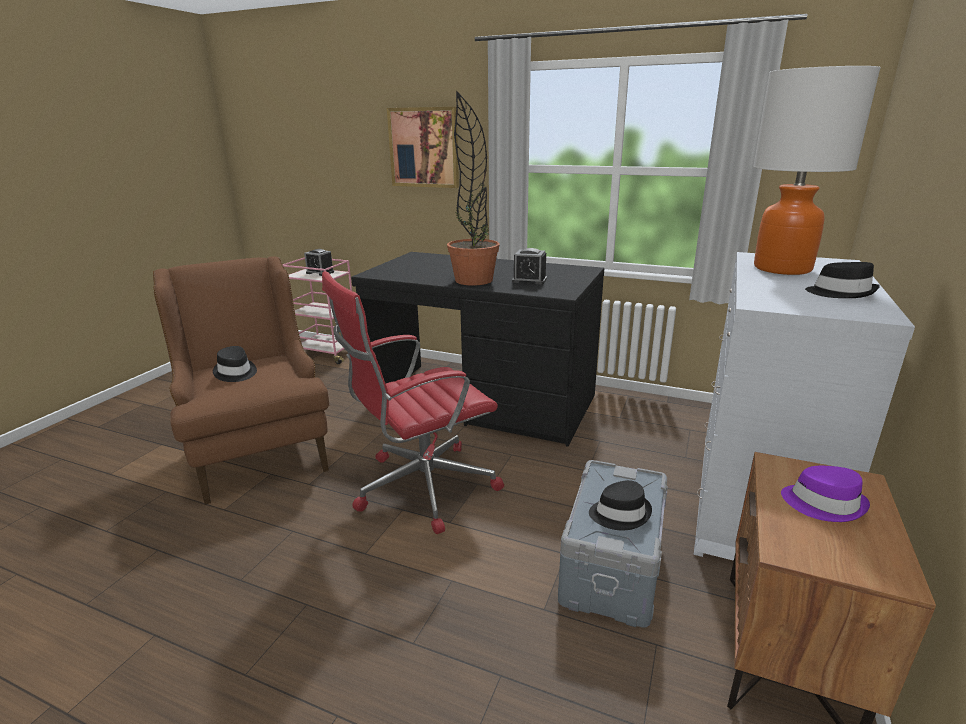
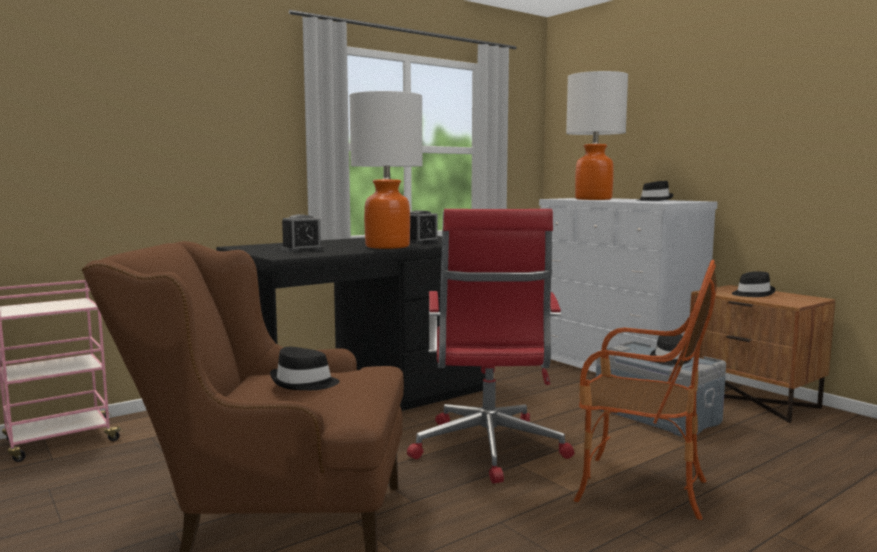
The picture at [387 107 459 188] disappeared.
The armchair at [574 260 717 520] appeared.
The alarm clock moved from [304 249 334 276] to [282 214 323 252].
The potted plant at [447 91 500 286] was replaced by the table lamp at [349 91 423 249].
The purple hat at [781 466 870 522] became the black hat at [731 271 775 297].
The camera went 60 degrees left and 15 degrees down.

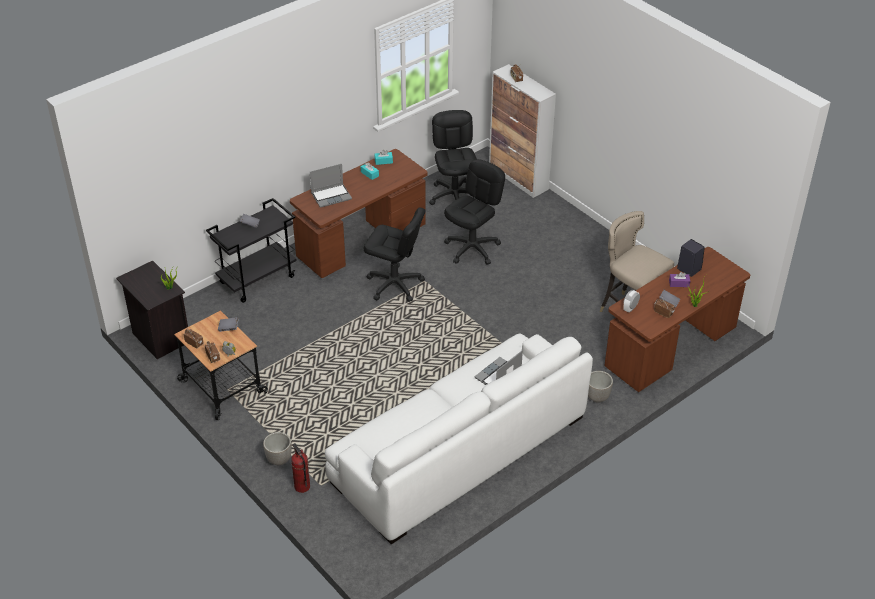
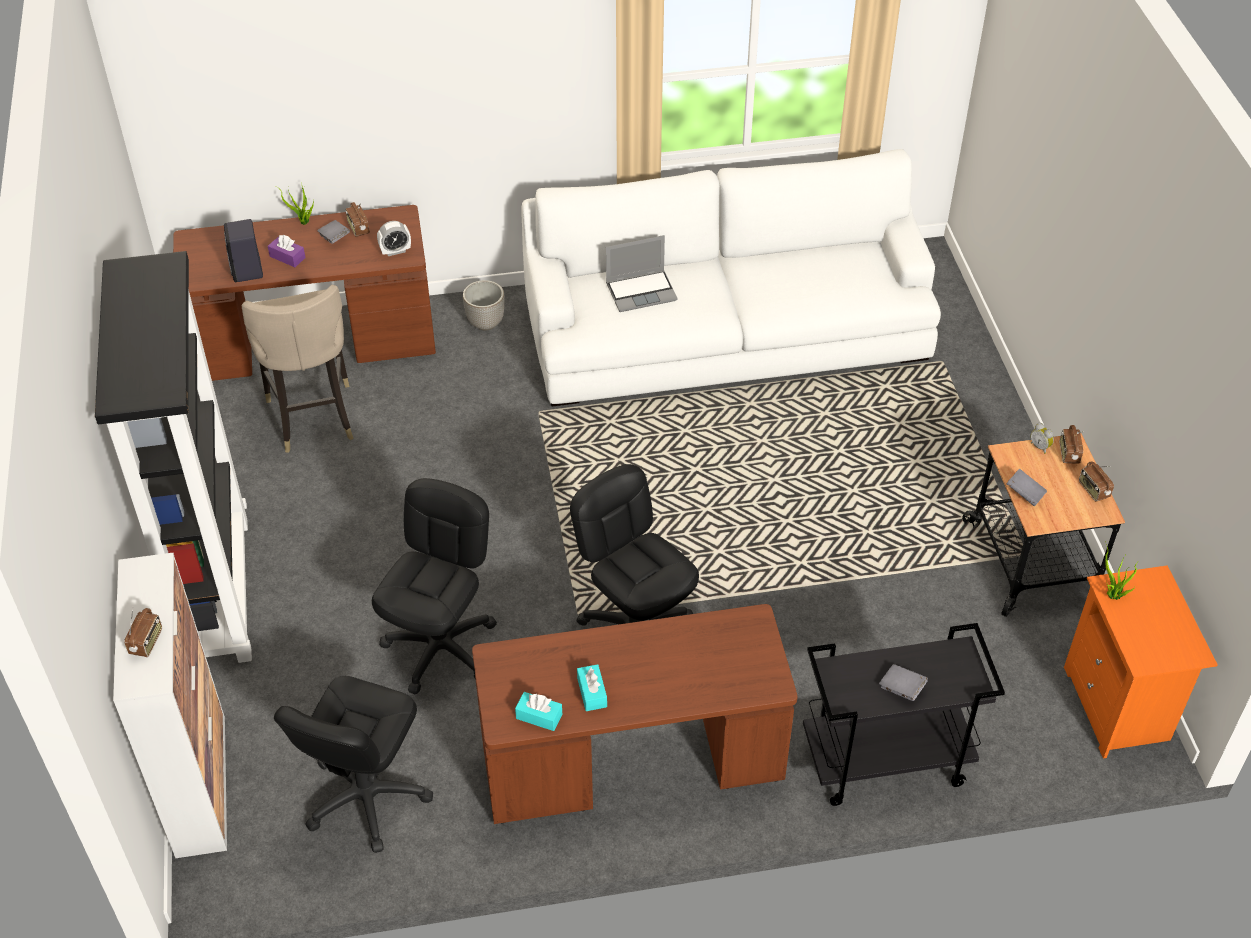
The planter at [263 432 292 465] disappeared.
The fire extinguisher at [291 443 310 493] disappeared.
The laptop at [310 164 352 208] disappeared.
The black bookcase at [95 251 252 663] appeared.
The black nightstand at [116 261 188 359] became the orange nightstand at [1064 565 1218 759].
The black office chair at [444 159 505 265] turned 135 degrees clockwise.
The camera went 150 degrees left and 5 degrees up.

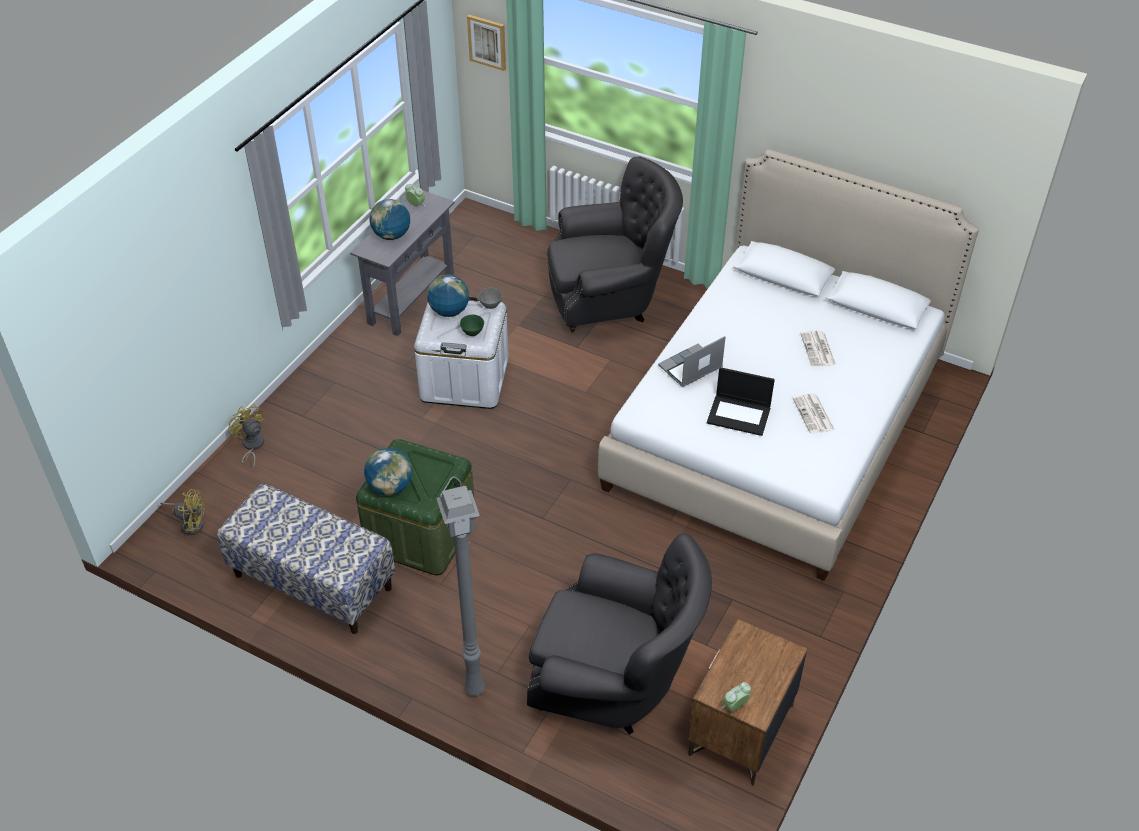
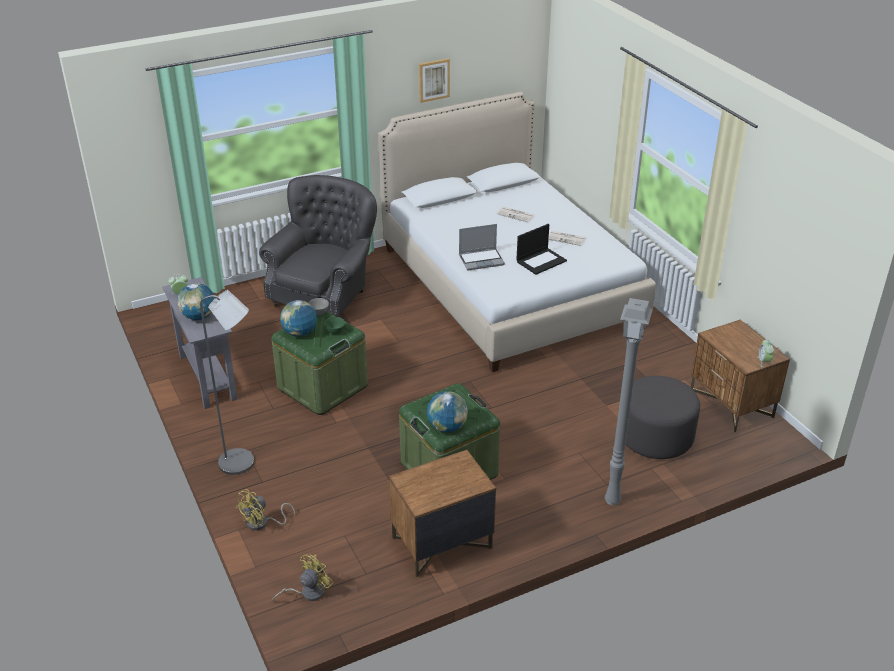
The grey floor lamp at [200 290 254 475] appeared.
The picture moved from [467 15 506 71] to [419 58 450 103].
The bench at [217 484 395 634] was replaced by the brown nightstand at [389 450 496 577].
The grey armchair at [527 534 712 735] was replaced by the grey ottoman at [625 376 700 459].
The white storage box at [414 297 509 409] became the green storage box at [271 311 368 415].
The yellow fan at [228 404 266 471] turned 45 degrees counterclockwise.
The laptop at [658 336 726 387] turned 105 degrees counterclockwise.
The camera went 55 degrees left and 10 degrees down.

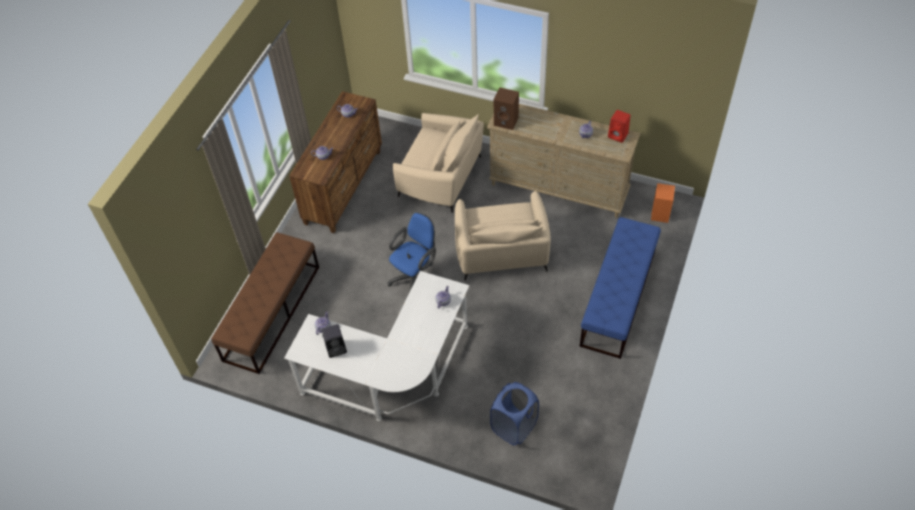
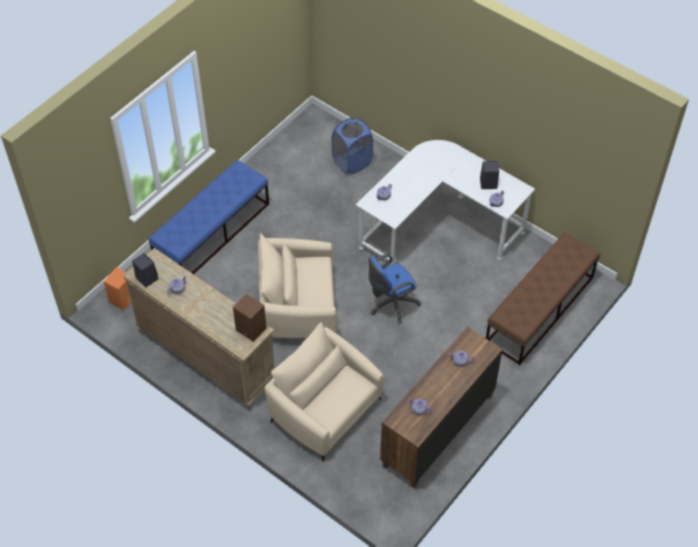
The red speaker at [608 110 631 143] became the black speaker at [132 253 158 287].
The beige armchair at [455 191 551 281] turned 105 degrees counterclockwise.
The camera went 165 degrees left and 0 degrees up.

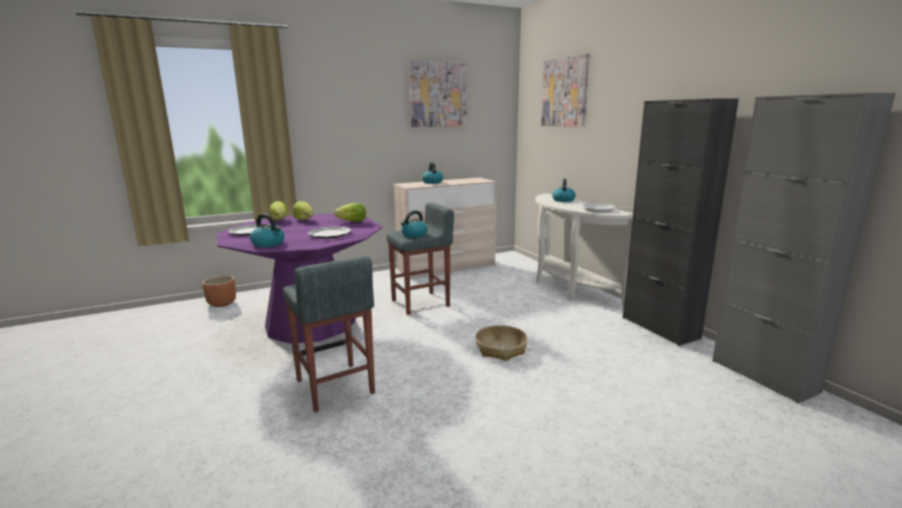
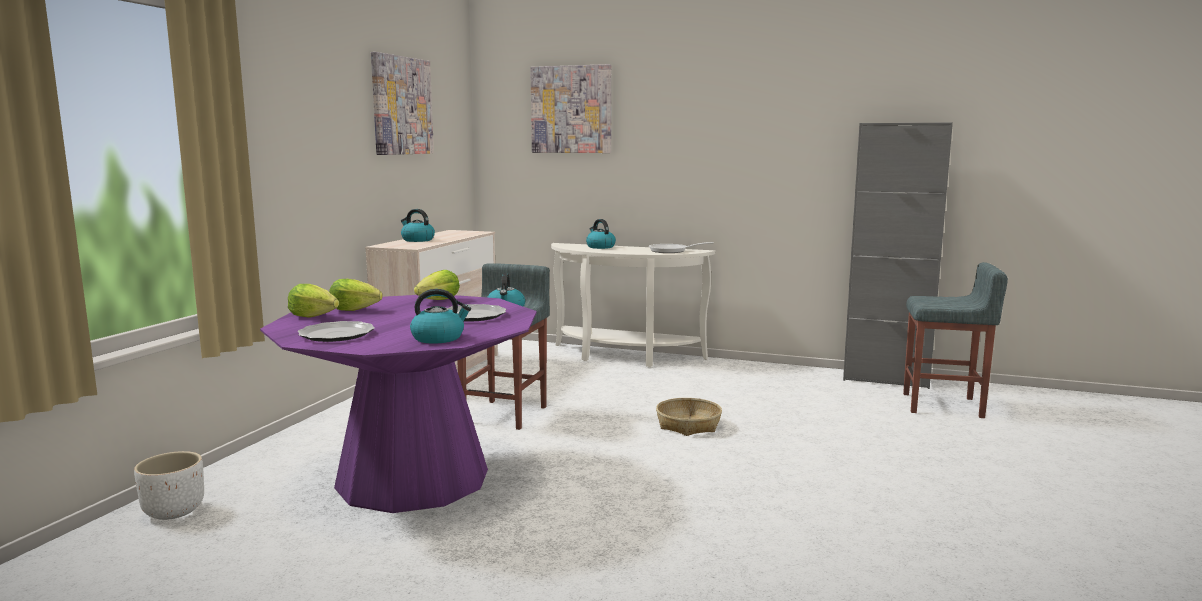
The black cabinet at [623 98 739 346] disappeared.
The grey stool moved from [283 256 375 413] to [903 262 1008 418].
The brown planter at [202 275 236 307] became the white planter at [134 451 204 520].
The camera went 45 degrees left and 5 degrees down.

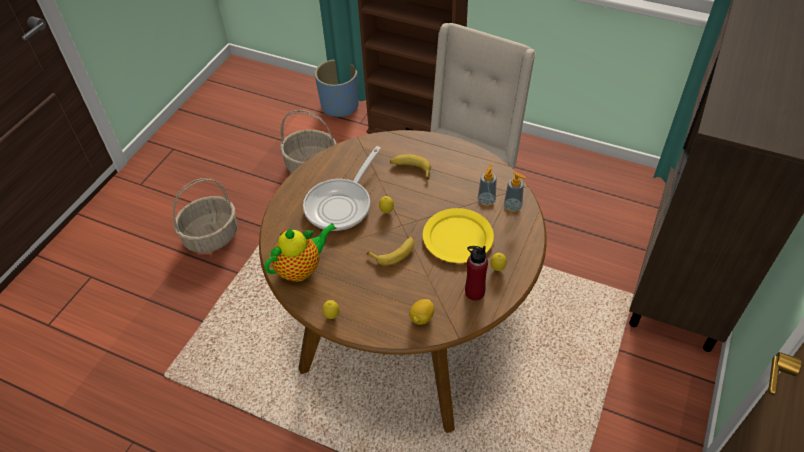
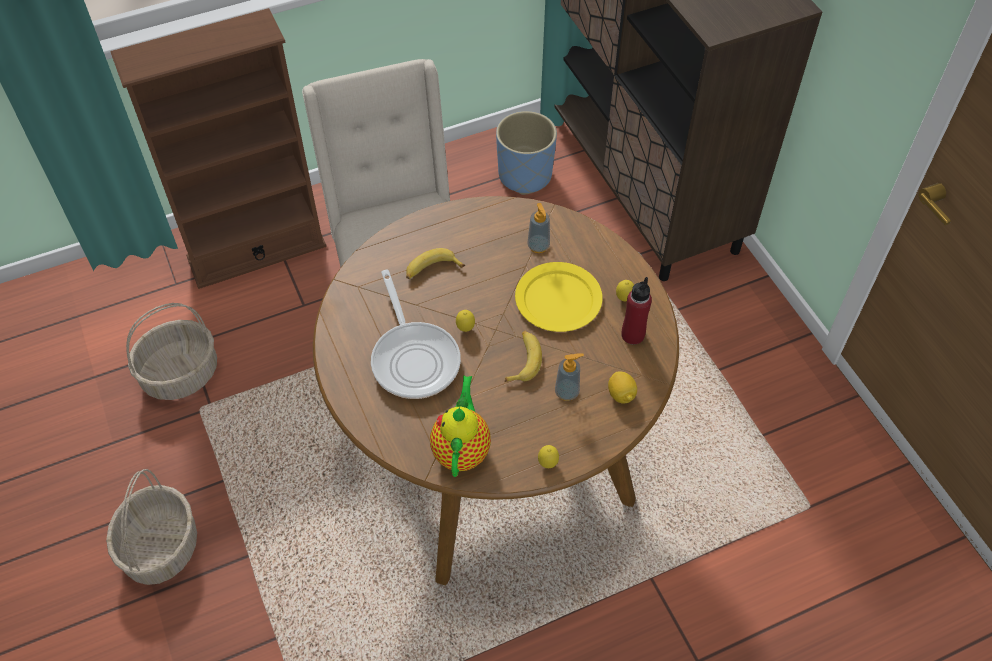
The blue planter moved from [315 59 359 117] to [496 111 557 195].
The soap dispenser moved from [504 171 526 213] to [555 353 584 401].
The camera went 50 degrees left and 5 degrees up.

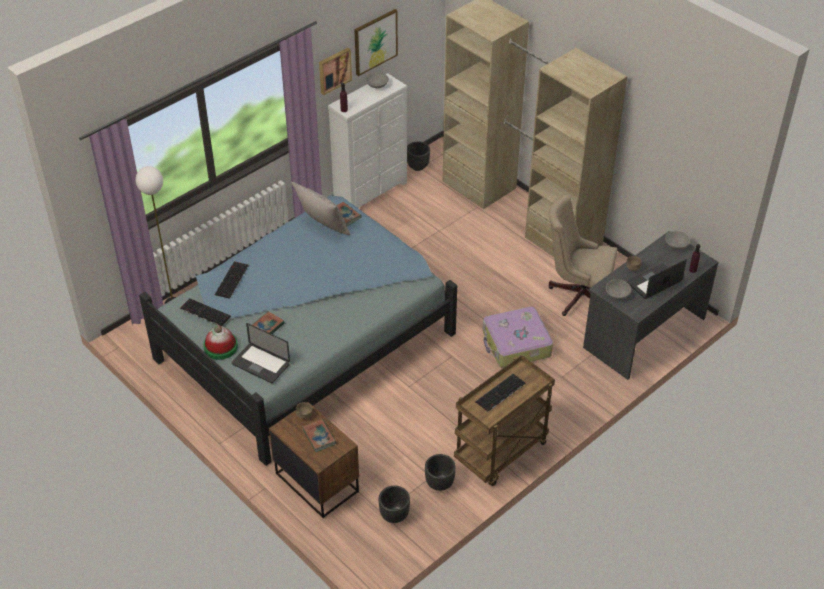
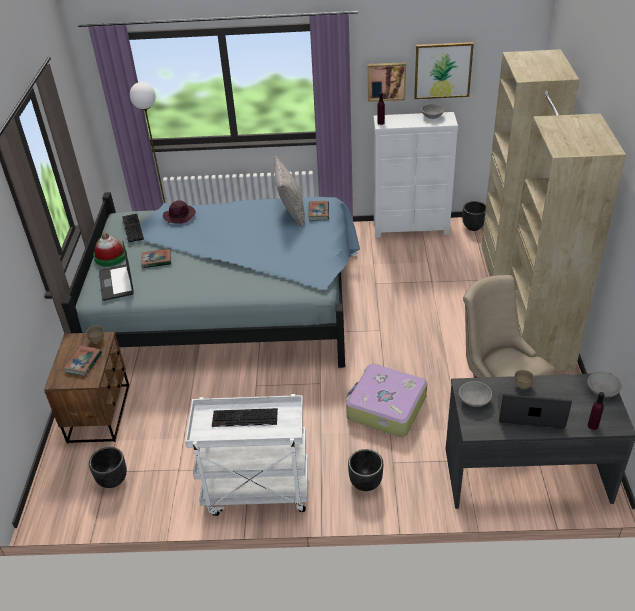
The black planter moved from [425 454 456 491] to [348 449 383 491].
The keyboard at [215 261 249 299] was replaced by the purple hat at [163 200 196 223].
The brown cart at [454 355 555 486] became the white cart at [185 394 308 516].
The camera went 45 degrees right and 5 degrees down.

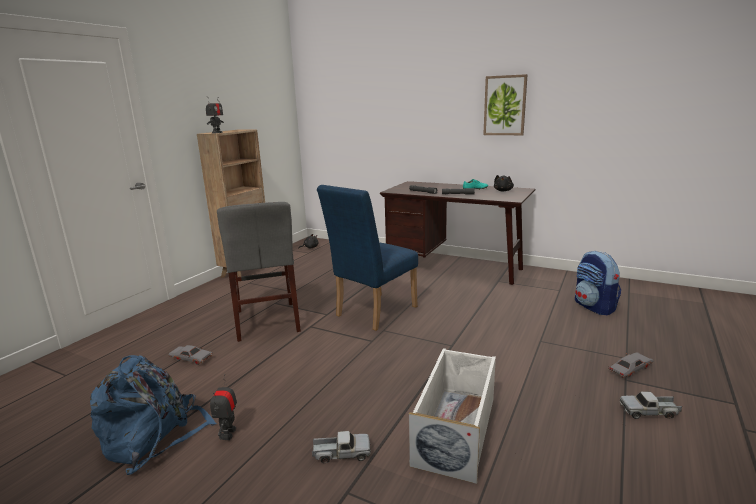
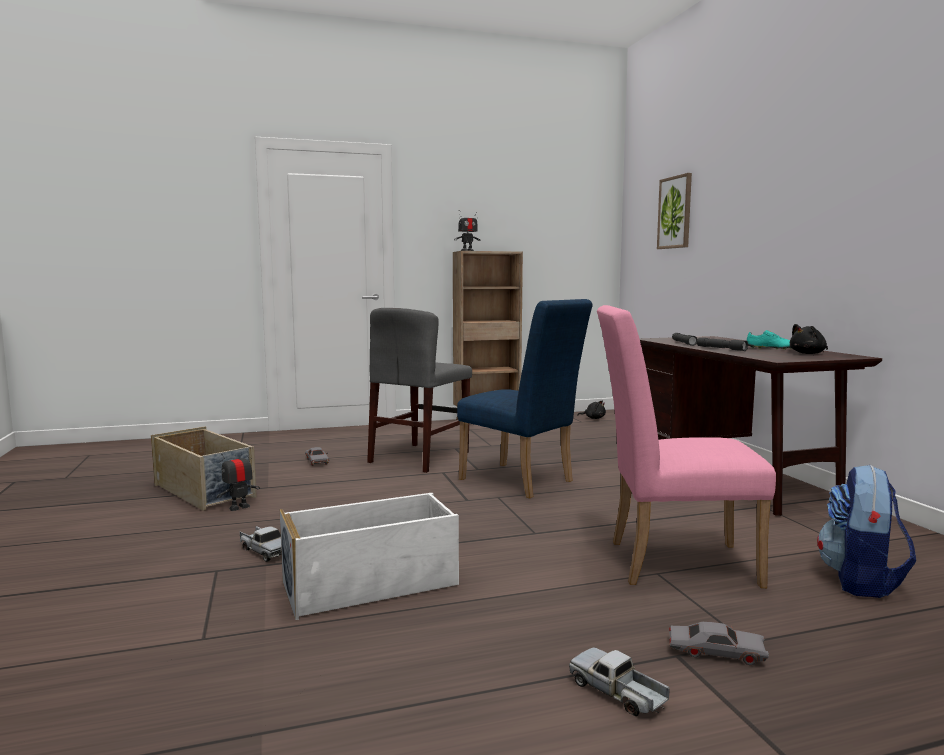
The pink chair at [597 305 776 588] appeared.
The picture moved from [483 74 528 135] to [657 173 692 249].
The blue backpack at [90 355 217 475] was replaced by the beige storage box at [151 426 256 511].
The blue chair at [317 185 418 331] turned 135 degrees counterclockwise.
The camera went 45 degrees right and 10 degrees down.

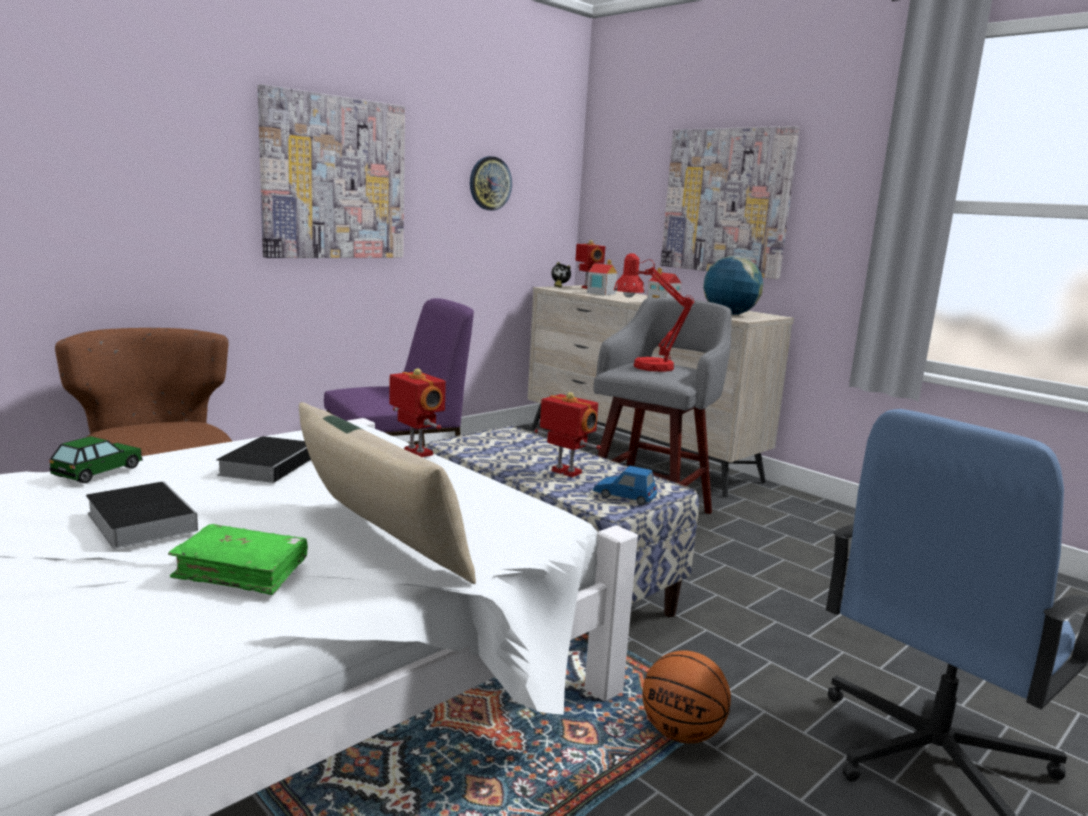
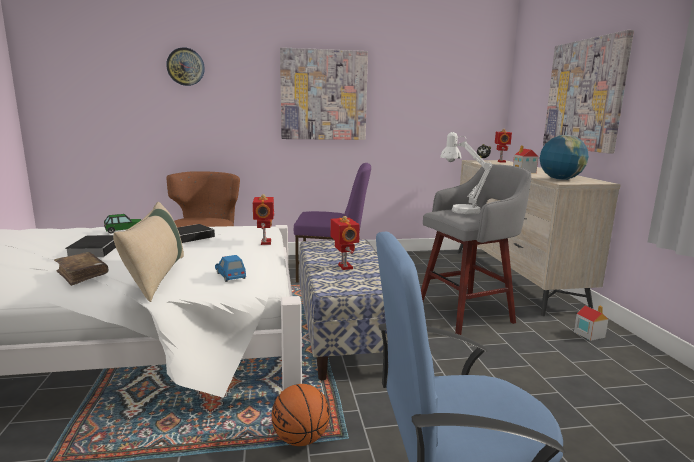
The wall clock moved from [470 156 512 211] to [166 47 205 86].
The toy house moved from [587 260 617 295] to [574 305 608 341].
The blue toy car moved from [593 466 657 505] to [215 255 246 282].
The green book at [168 524 308 595] became the brown book at [54 252 108 286].
The red table lamp at [614 253 694 372] became the white table lamp at [440 132 492 214].
The camera went 35 degrees right and 0 degrees up.

